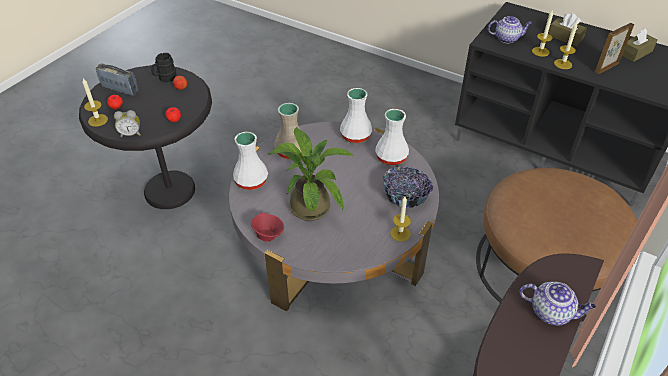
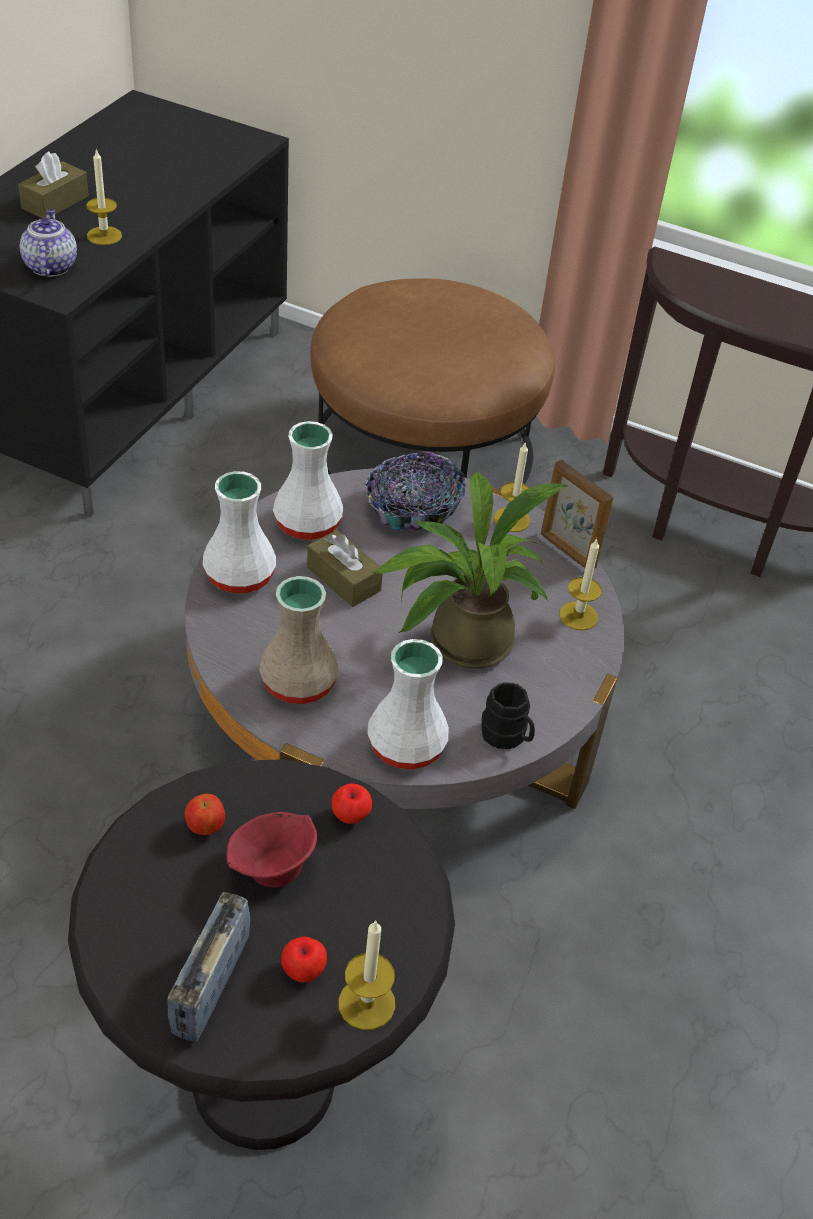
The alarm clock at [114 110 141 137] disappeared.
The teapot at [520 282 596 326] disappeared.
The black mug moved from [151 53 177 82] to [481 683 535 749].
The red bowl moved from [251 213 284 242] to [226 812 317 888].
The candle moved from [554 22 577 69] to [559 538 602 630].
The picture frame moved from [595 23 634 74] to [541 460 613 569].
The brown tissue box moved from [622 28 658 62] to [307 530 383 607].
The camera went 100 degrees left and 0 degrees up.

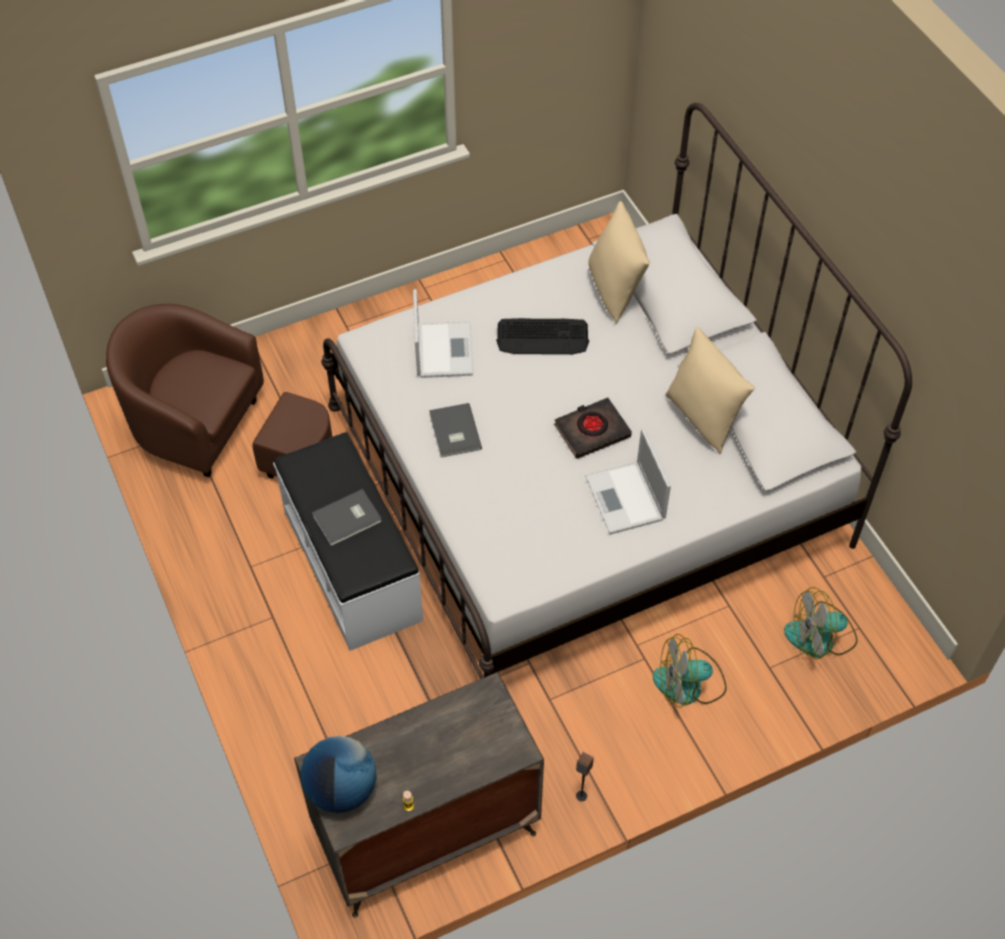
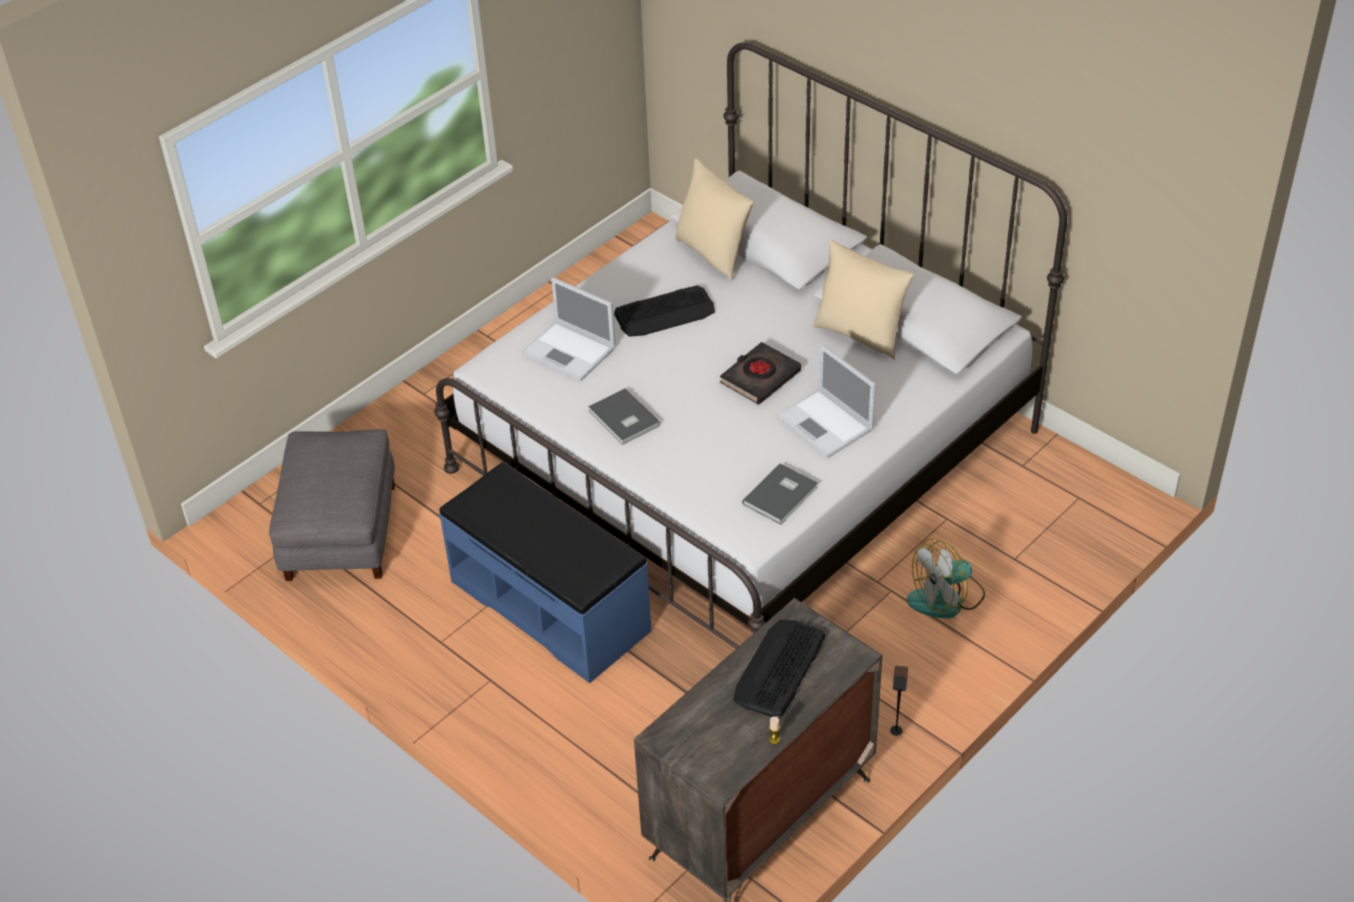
The globe at [300 736 376 813] disappeared.
The fan at [784 587 857 659] disappeared.
The keyboard at [733 620 826 717] appeared.
The grey book moved from [312 489 382 546] to [742 464 818 524].
The brown armchair at [106 304 332 479] was replaced by the grey ottoman at [269 429 395 581].
The white bench at [273 432 423 651] became the blue bench at [439 462 651 684].
The laptop at [413 289 473 378] turned 150 degrees clockwise.
The camera went 20 degrees left and 10 degrees down.

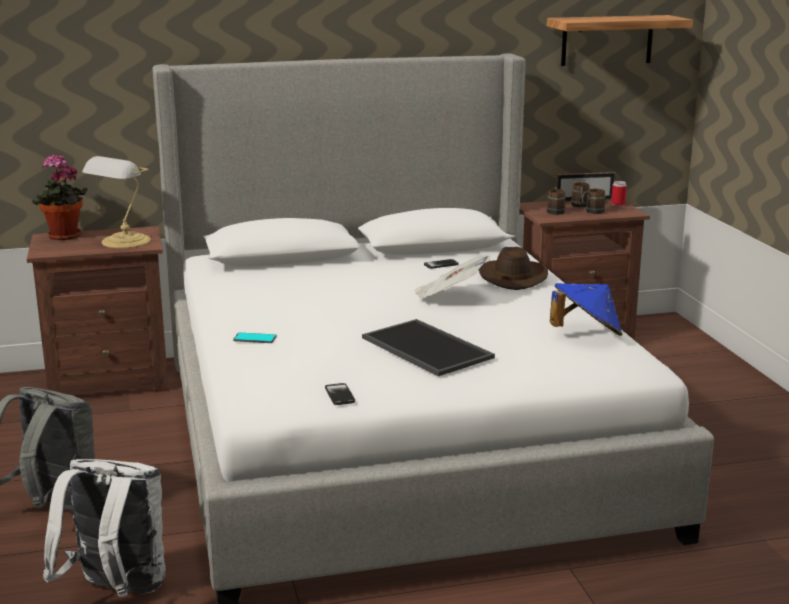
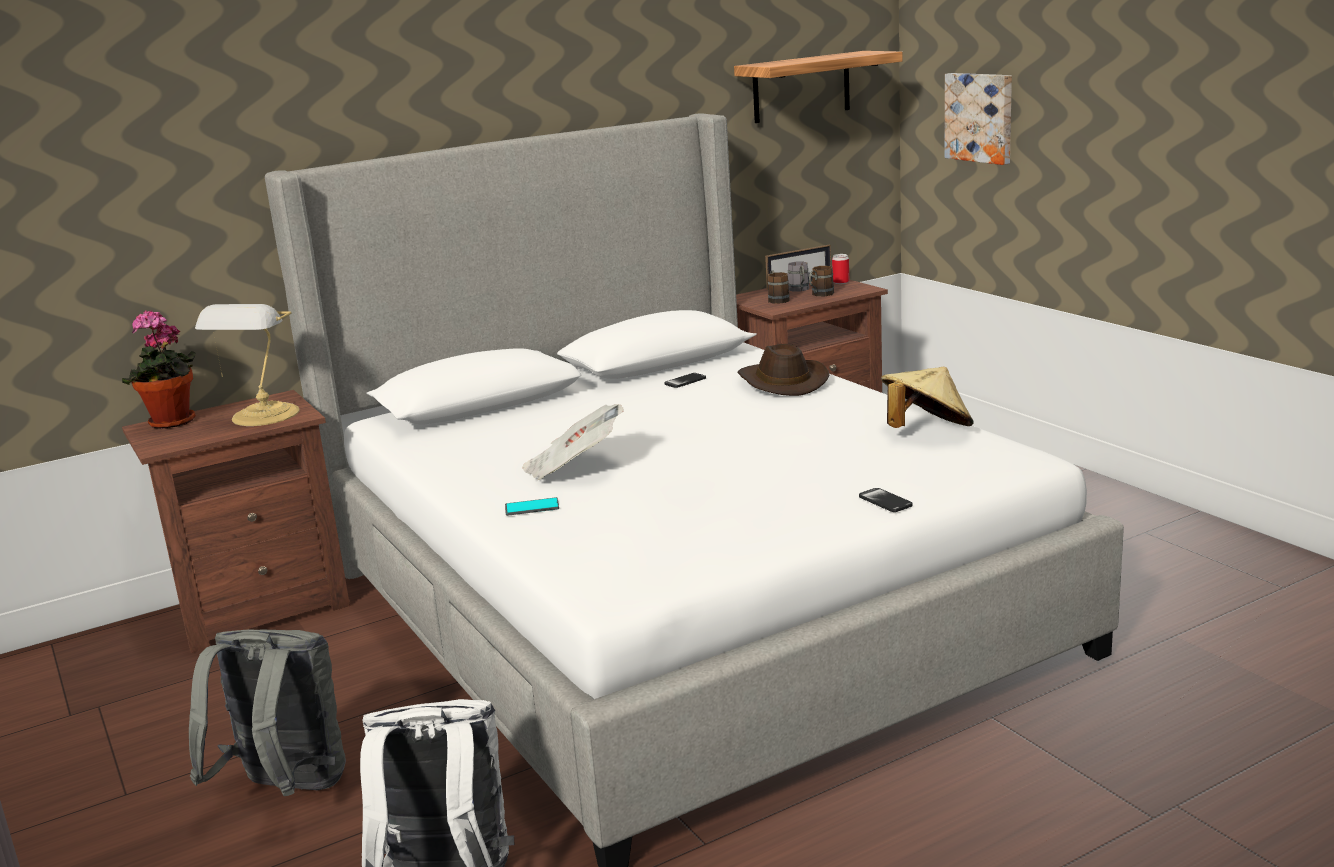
The tray at [362 319 495 376] disappeared.
The picture at [945 73 1012 165] appeared.
The phone moved from [325 383 355 405] to [859 488 912 512].
The newspaper moved from [415 255 490 300] to [522 404 624 480].
The blue hat at [550 283 623 336] became the beige hat at [881 367 974 428].
The brown mug at [571 182 590 207] became the grey mug at [788 261 809 292].
The camera went 15 degrees left and 0 degrees up.

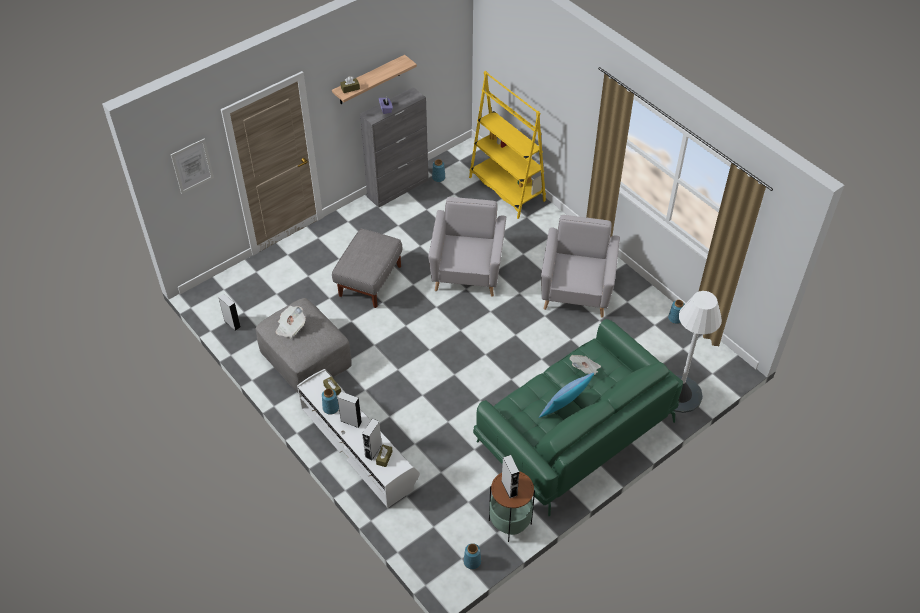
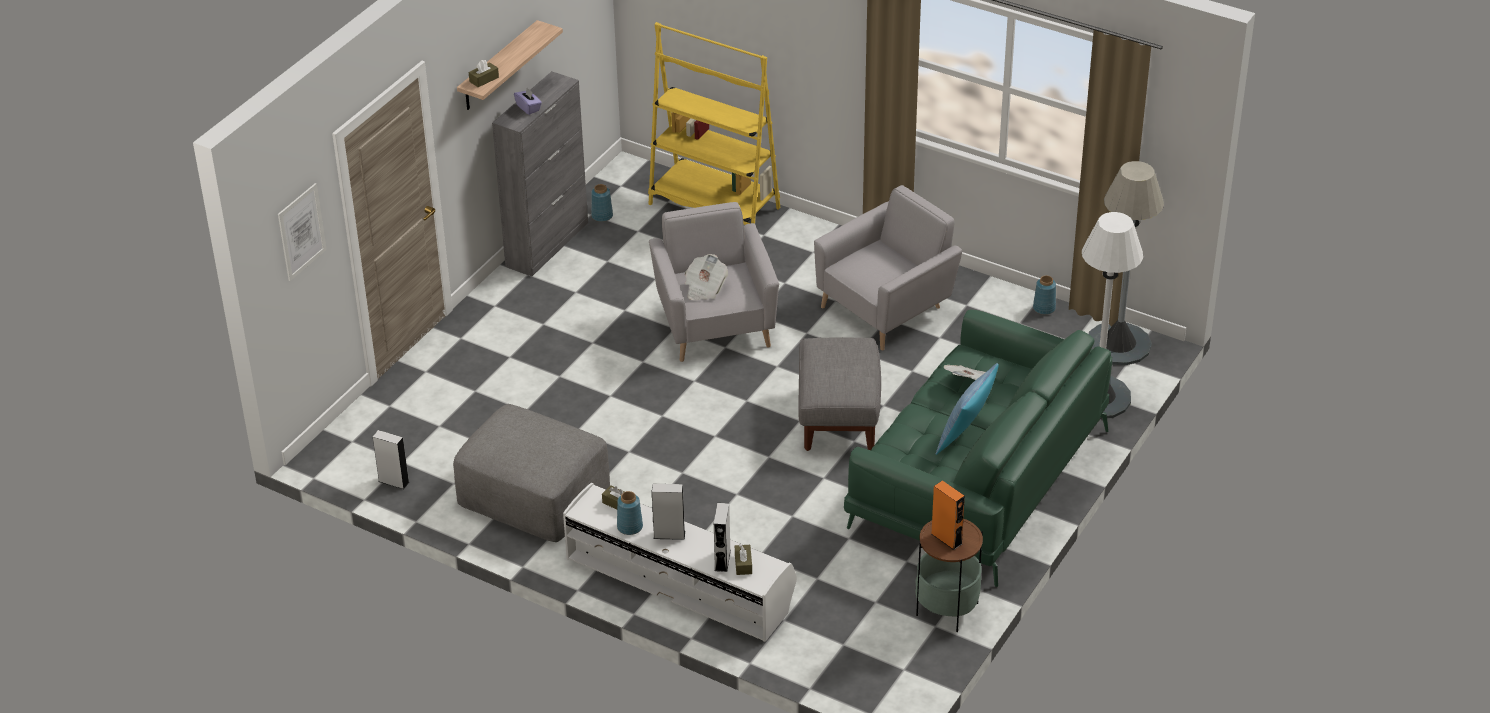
The blue vase at [464 543 481 570] disappeared.
The grey floor lamp at [1088 161 1164 365] appeared.
The newspaper moved from [276 306 306 338] to [685 254 728 300].
The grey ottoman moved from [332 229 402 308] to [798 338 881 451].
The grey speaker at [501 455 519 498] became the orange speaker at [931 480 965 550].
The grey armchair at [541 215 620 318] turned 60 degrees clockwise.
The camera went 20 degrees left and 10 degrees down.

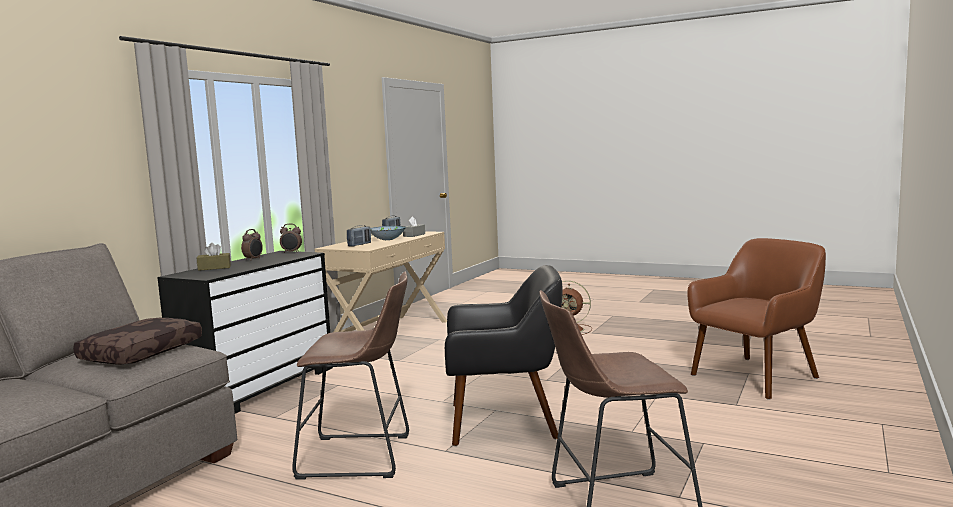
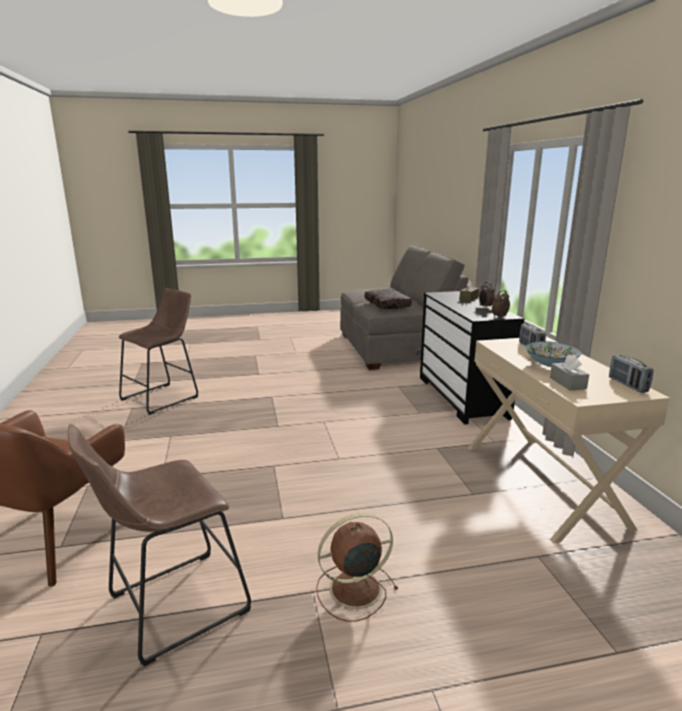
The black armchair at [445 265 563 446] disappeared.
The brown stool moved from [292 272 409 480] to [68 424 251 667].
The camera went 140 degrees right and 10 degrees up.

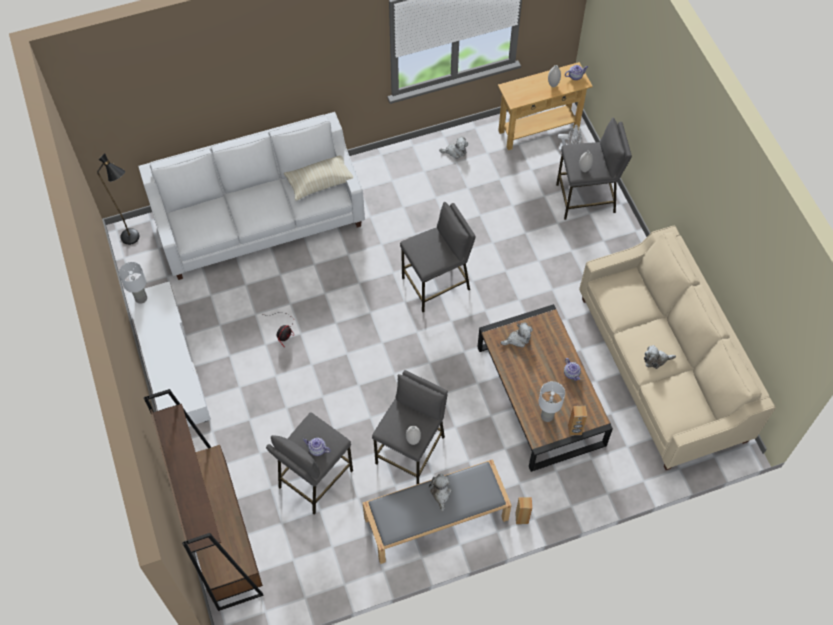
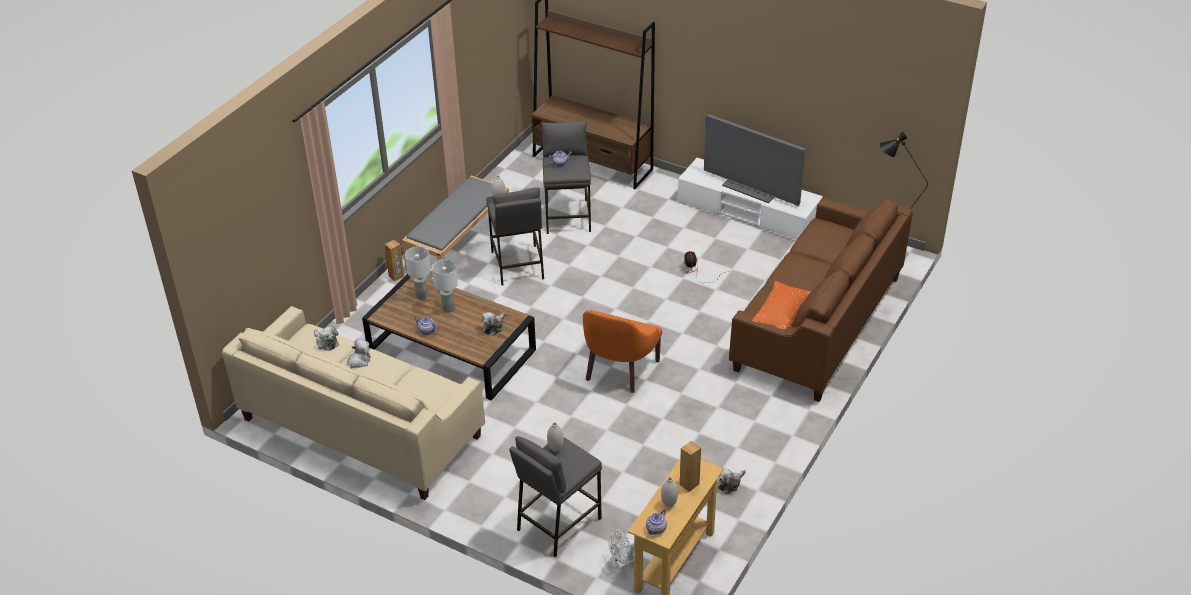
The television at [704 114 806 206] appeared.
The white table lamp moved from [119 262 147 304] to [432 259 458 313].
The plush toy moved from [429 474 452 512] to [314 326 339 351].
The brown speaker moved from [568 406 587 436] to [680 441 701 492].
The grey stool at [400 202 476 312] was replaced by the orange armchair at [583 310 662 393].
The white sofa at [138 112 365 280] became the brown sofa at [729 198 913 402].
The beige pillow at [284 156 353 201] became the orange pillow at [752 281 811 329].
The camera went 140 degrees right and 20 degrees down.

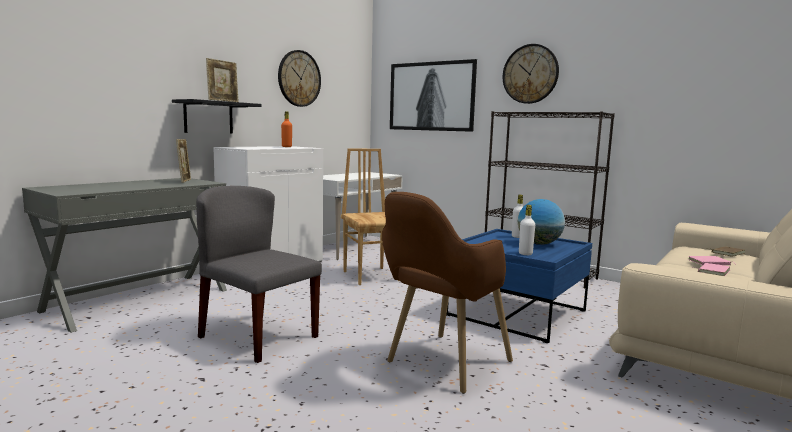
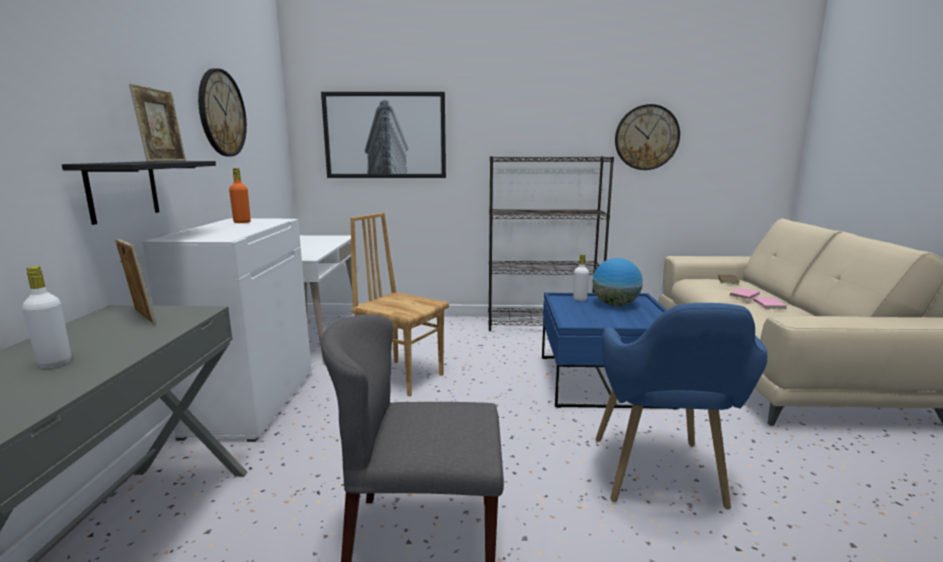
The wall clock moved from [503 44 559 104] to [615 104 680 170].
The white bottle moved from [519 205 535 255] to [22 266 71 368].
The brown armchair at [382 192 513 394] became the blue armchair at [595 303 767 510].
The camera went 35 degrees left and 5 degrees up.

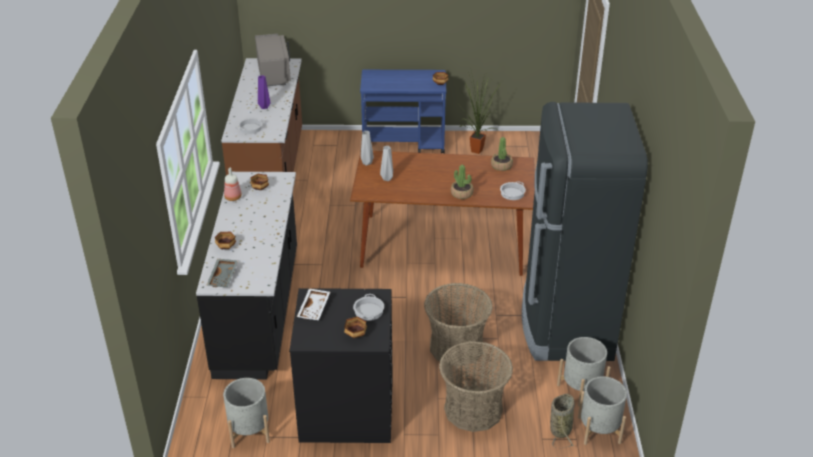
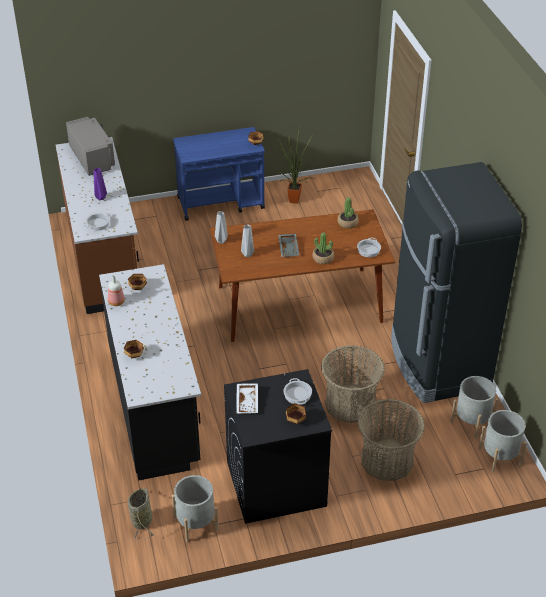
The grey tray moved from [206 259 238 287] to [278 234 299 257].
The basket moved from [550 393 575 448] to [128 488 154 541].
The camera went 15 degrees left and 5 degrees up.

